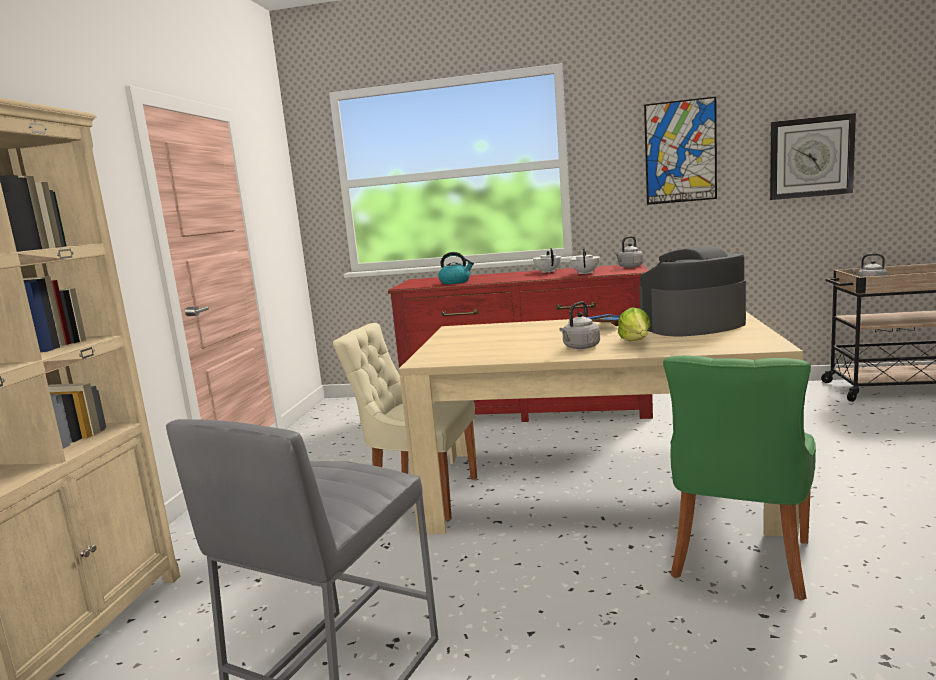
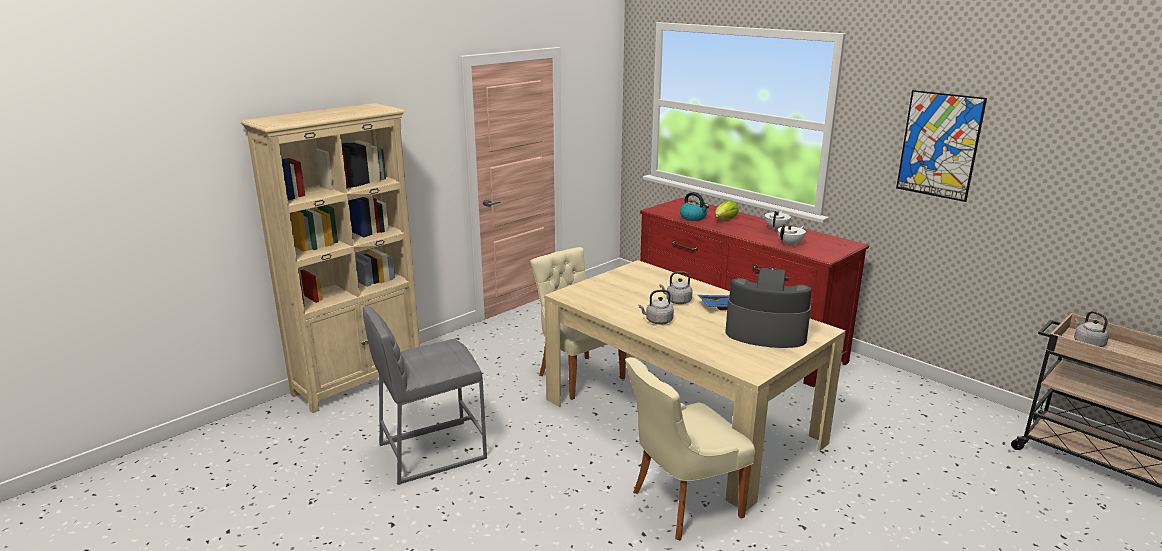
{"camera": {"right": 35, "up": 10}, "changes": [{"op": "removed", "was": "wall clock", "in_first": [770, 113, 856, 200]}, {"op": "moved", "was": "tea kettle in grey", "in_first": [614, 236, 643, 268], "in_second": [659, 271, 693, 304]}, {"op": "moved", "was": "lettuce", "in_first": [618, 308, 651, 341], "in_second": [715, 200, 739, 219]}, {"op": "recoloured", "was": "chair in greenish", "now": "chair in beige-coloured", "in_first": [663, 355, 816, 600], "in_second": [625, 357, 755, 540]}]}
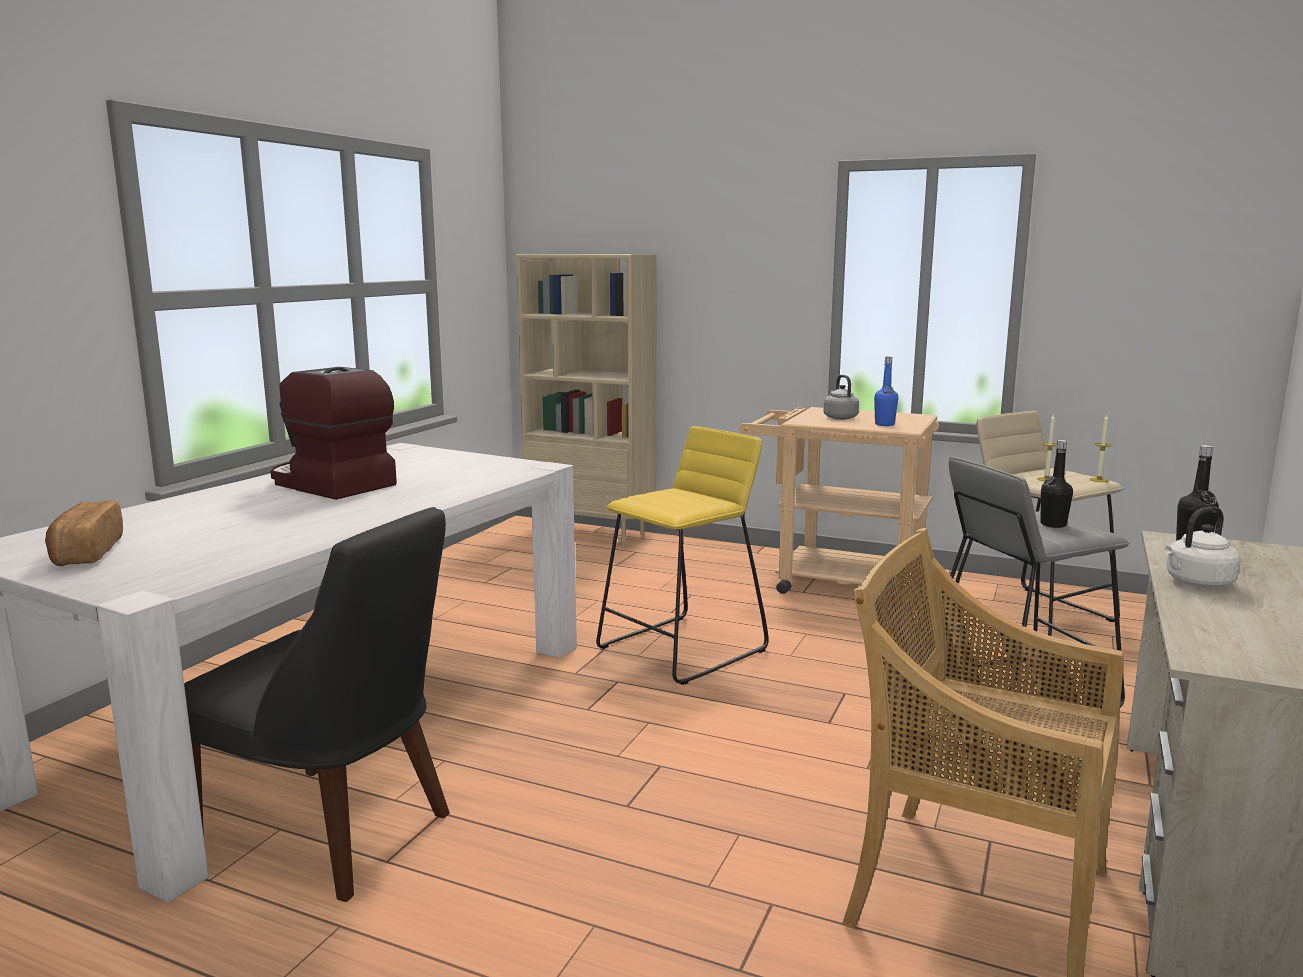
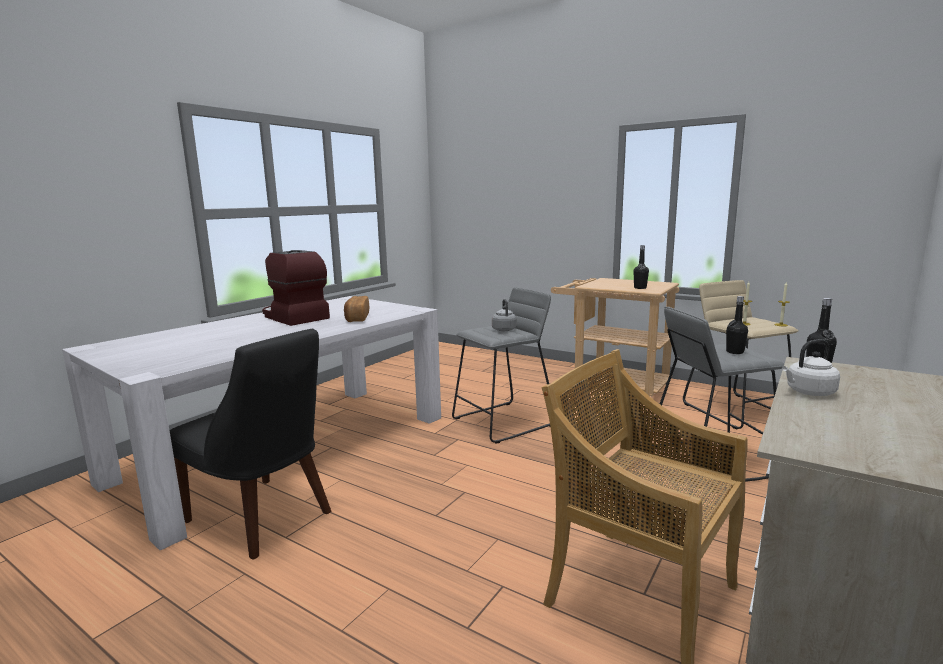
{"camera": {"right": 10, "up": 0}, "changes": [{"op": "removed", "was": "bookshelf in beige-coloured", "in_first": [516, 254, 656, 547]}, {"op": "recoloured", "was": "beverage bottle in bluish", "now": "beverage bottle in black", "in_first": [874, 357, 898, 426], "in_second": [634, 245, 649, 289]}, {"op": "moved", "was": "tea kettle in grey", "in_first": [824, 375, 859, 420], "in_second": [492, 299, 517, 331]}, {"op": "recoloured", "was": "sitting stool in yellowish", "now": "sitting stool in grey", "in_first": [596, 426, 769, 685], "in_second": [452, 287, 551, 444]}, {"op": "moved", "was": "bread", "in_first": [45, 500, 123, 566], "in_second": [344, 296, 369, 322]}]}
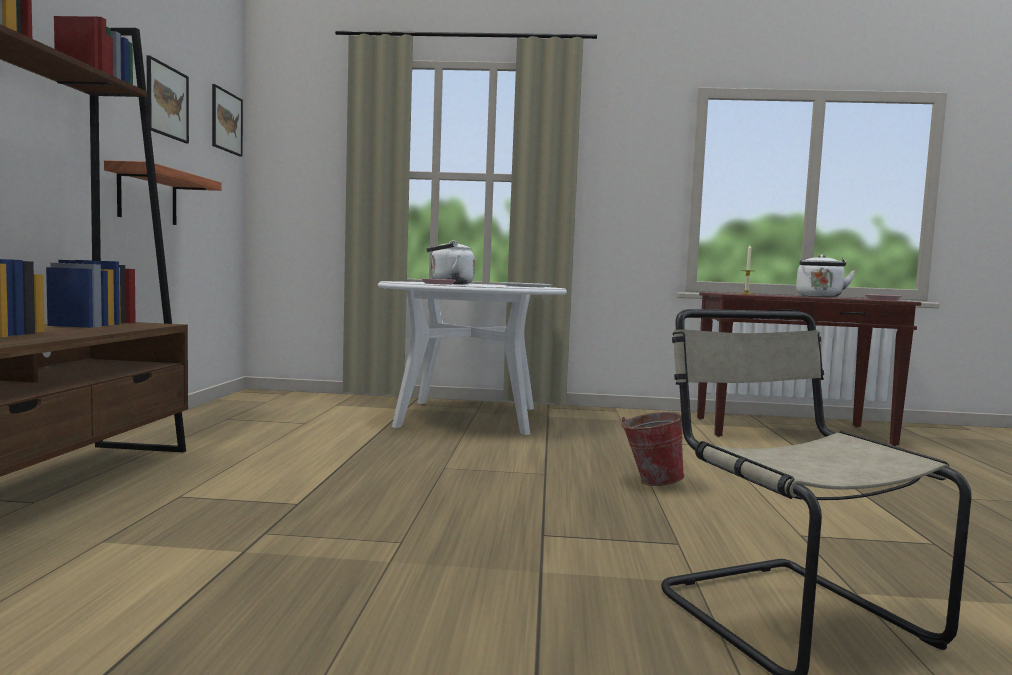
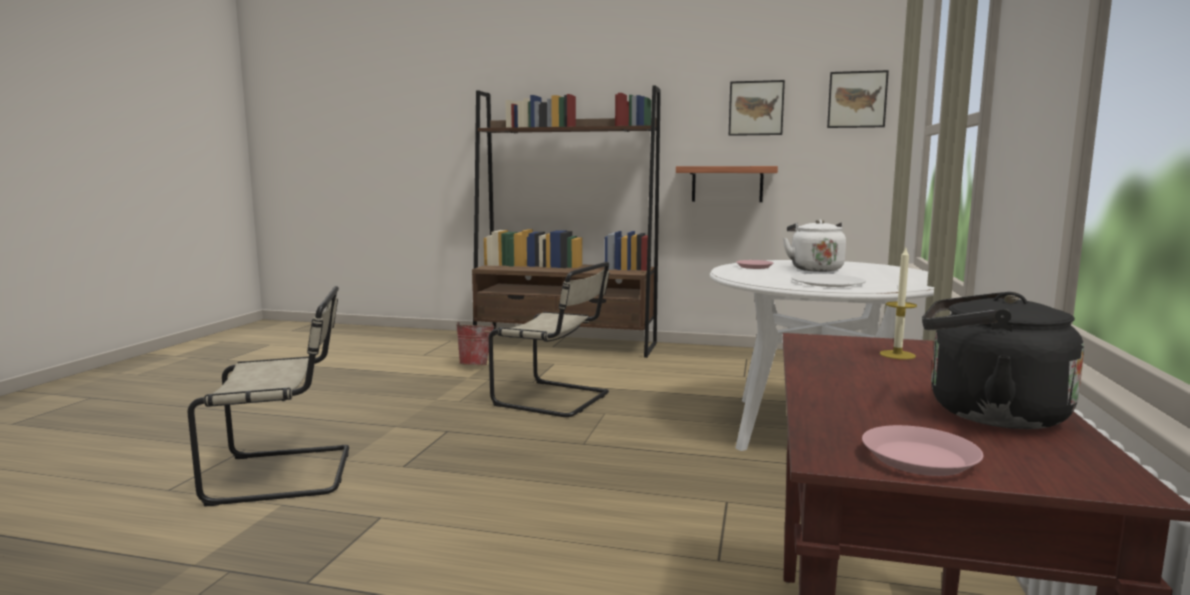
{"camera": {"right": 100, "up": 5}, "changes": [{"op": "recoloured", "was": "tea kettle in white", "now": "tea kettle in black", "in_first": [796, 254, 856, 297], "in_second": [922, 292, 1084, 429]}, {"op": "moved", "was": "water bucket", "in_first": [621, 412, 685, 486], "in_second": [456, 322, 497, 365]}, {"op": "added", "now": "chair in beige-coloured", "in_second": [489, 262, 610, 417]}]}
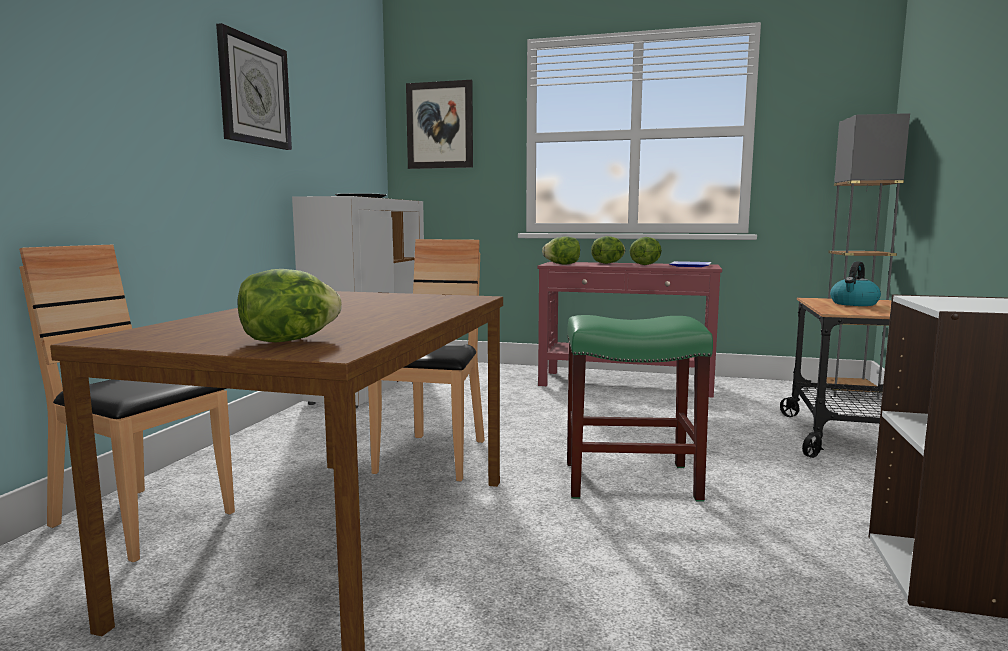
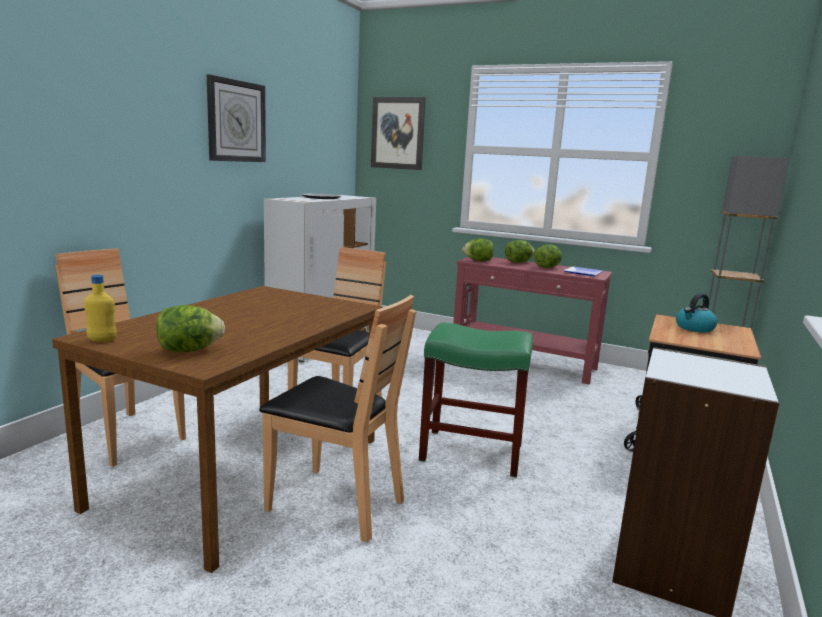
{"camera": {"right": 10, "up": 5}, "changes": [{"op": "added", "now": "beverage bottle in yellowish", "in_second": [84, 275, 117, 342]}, {"op": "added", "now": "chair in brown-coloured", "in_second": [259, 295, 417, 542]}]}
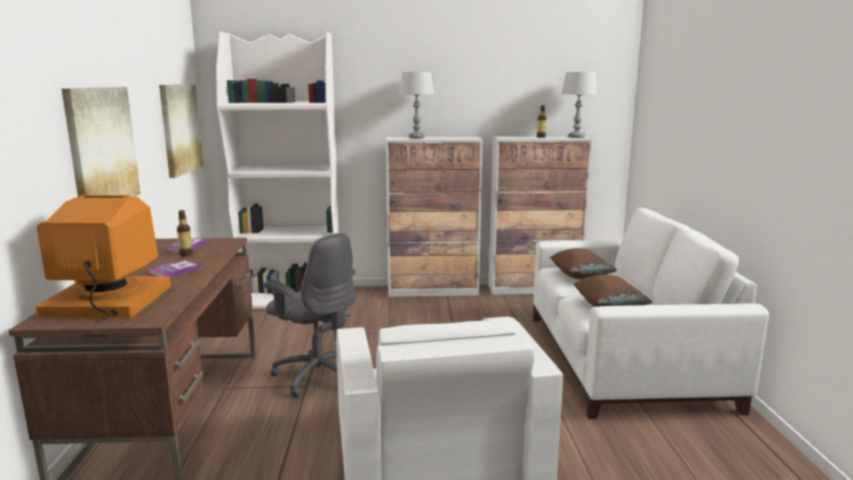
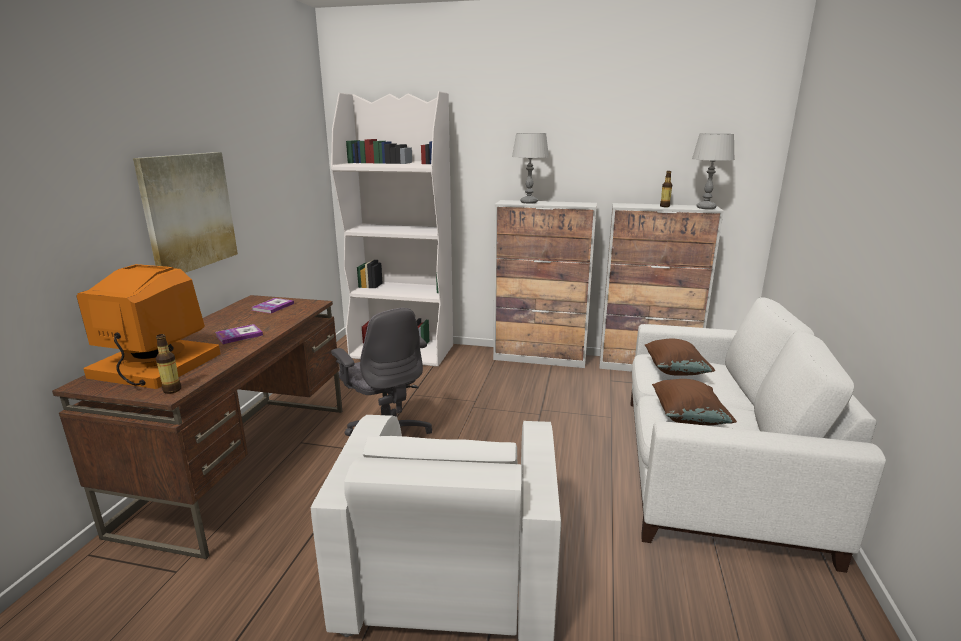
{"camera": {"right": 15, "up": 5}, "changes": [{"op": "removed", "was": "wall art", "in_first": [159, 84, 203, 178]}, {"op": "moved", "was": "beverage bottle", "in_first": [177, 210, 193, 256], "in_second": [156, 334, 181, 394]}]}
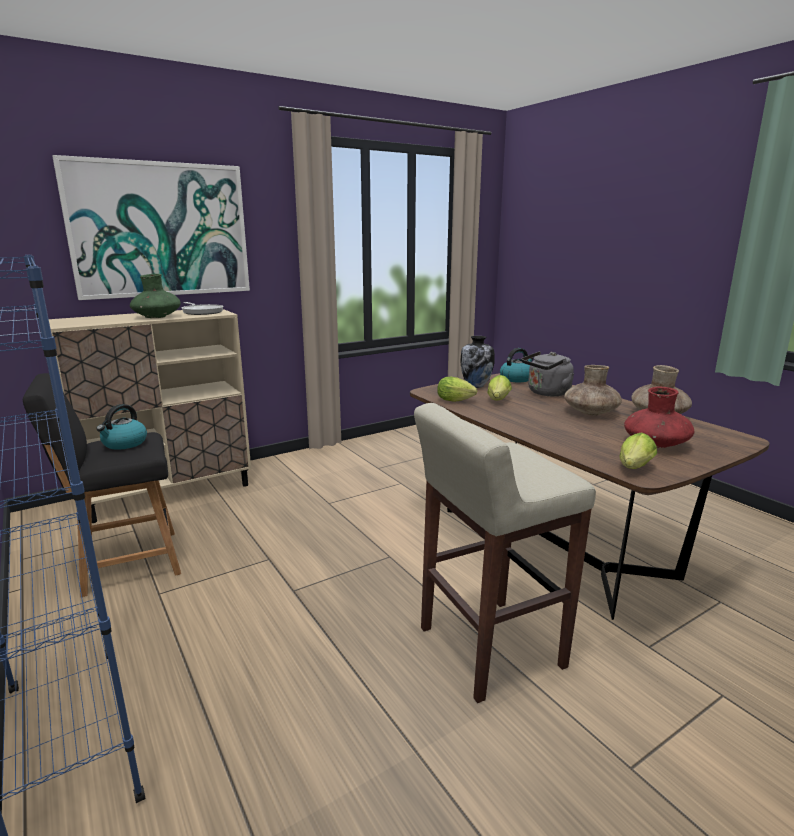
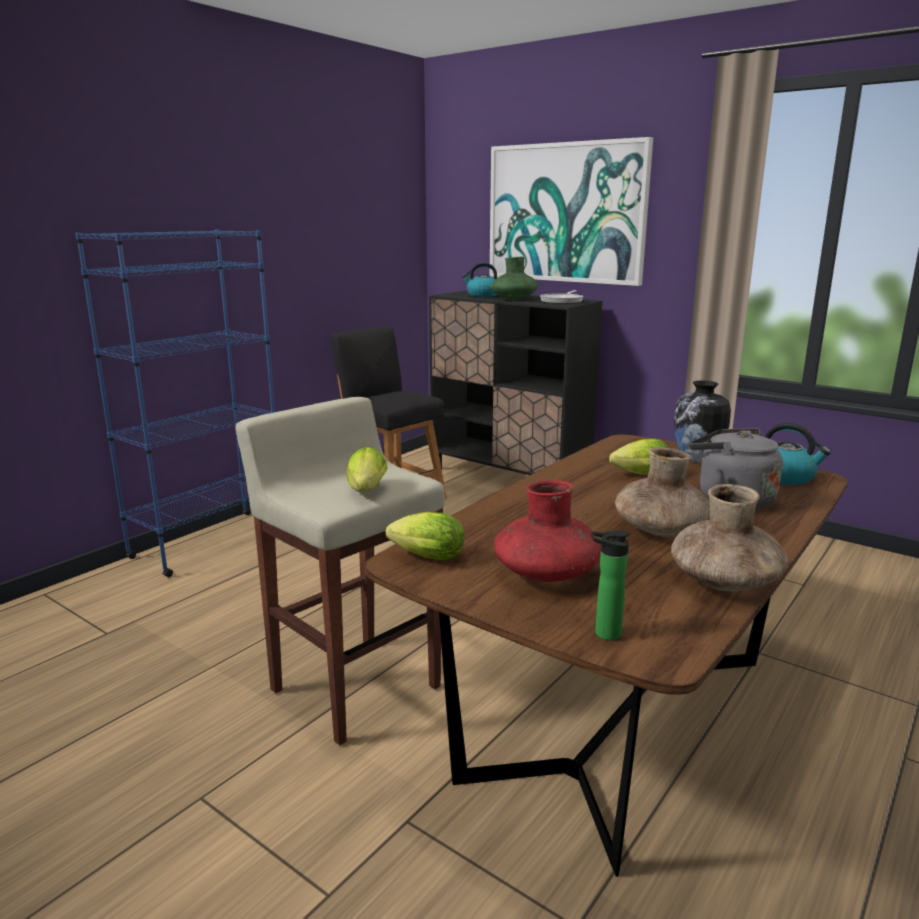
{"camera": {"right": 70, "up": 0}, "changes": [{"op": "recoloured", "was": "cabinet in beige-coloured", "now": "cabinet in black", "in_first": [49, 309, 251, 523], "in_second": [429, 290, 602, 475]}, {"op": "moved", "was": "lettuce", "in_first": [437, 377, 477, 402], "in_second": [347, 446, 388, 492]}, {"op": "moved", "was": "tea kettle", "in_first": [96, 404, 147, 450], "in_second": [462, 263, 497, 297]}, {"op": "added", "now": "beverage bottle", "in_second": [591, 530, 630, 641]}]}
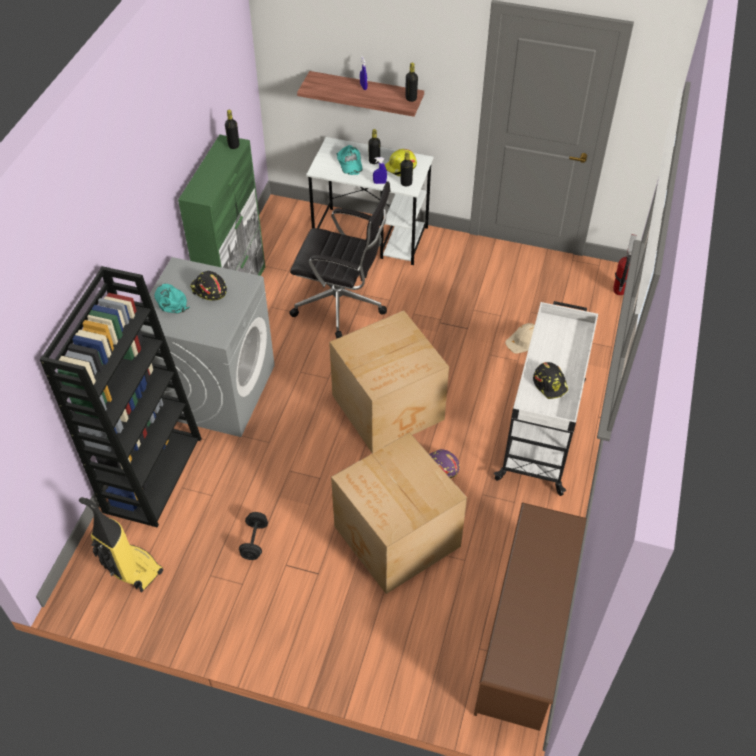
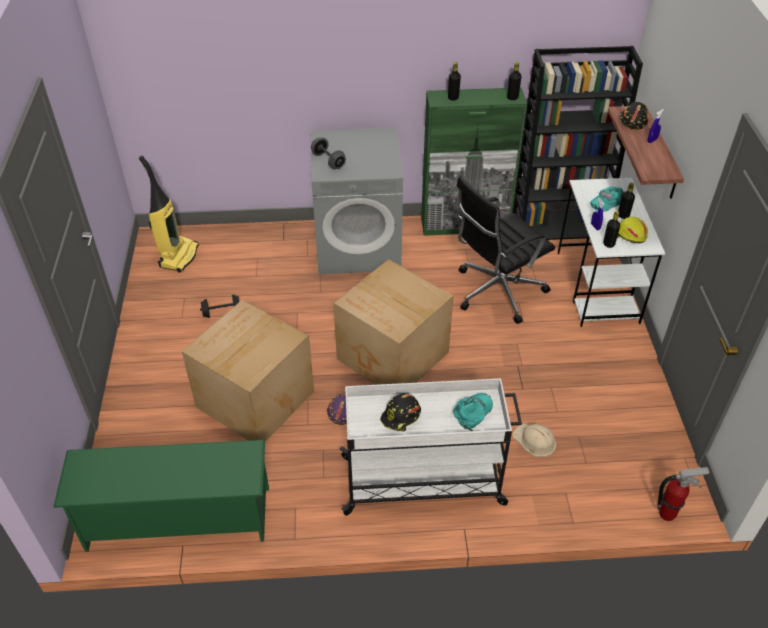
{"camera": {"right": 70, "up": -5}, "changes": [{"op": "moved", "was": "beverage bottle in black", "in_first": [406, 63, 418, 102], "in_second": [448, 62, 461, 101]}, {"op": "turned", "was": "desk chair in black", "in_first": [289, 181, 391, 338], "in_second": [456, 176, 555, 324], "clockwise": 60}, {"op": "moved", "was": "bookshelf in black", "in_first": [40, 266, 202, 527], "in_second": [512, 46, 643, 240]}, {"op": "moved", "was": "hard hat in black", "in_first": [190, 271, 227, 301], "in_second": [620, 102, 648, 130]}, {"op": "moved", "was": "cap in turquoise-coloured", "in_first": [154, 284, 190, 314], "in_second": [453, 393, 493, 431]}, {"op": "recoloured", "was": "shoe shelf in brown-coloured", "now": "shoe shelf in greenish", "in_first": [474, 503, 587, 731], "in_second": [53, 440, 269, 552]}, {"op": "added", "now": "hand weight in grey", "in_second": [311, 138, 346, 169]}]}
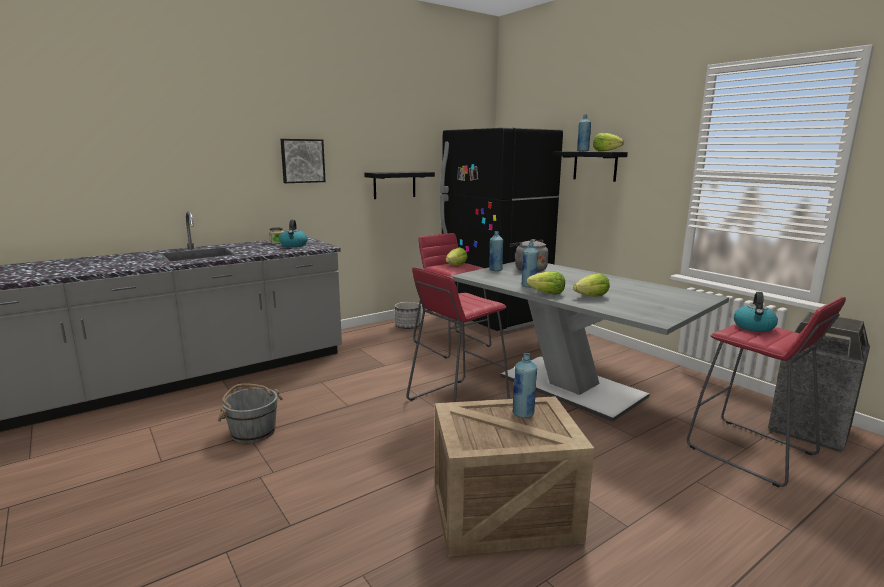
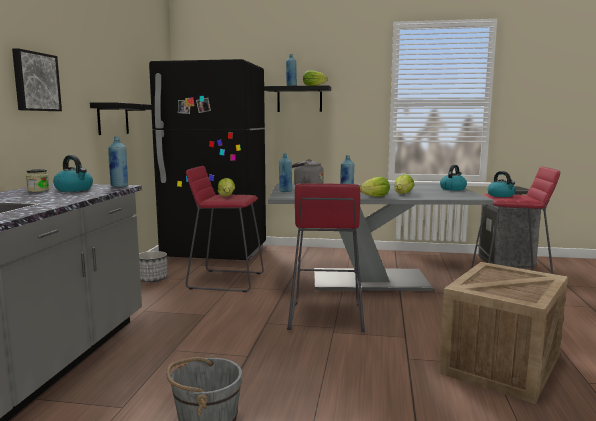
{"camera": {"right": -45, "up": -5}, "changes": [{"op": "moved", "was": "beverage bottle in bluish", "in_first": [512, 353, 537, 418], "in_second": [108, 137, 128, 187]}, {"op": "added", "now": "tea kettle", "in_second": [440, 165, 467, 191]}]}
